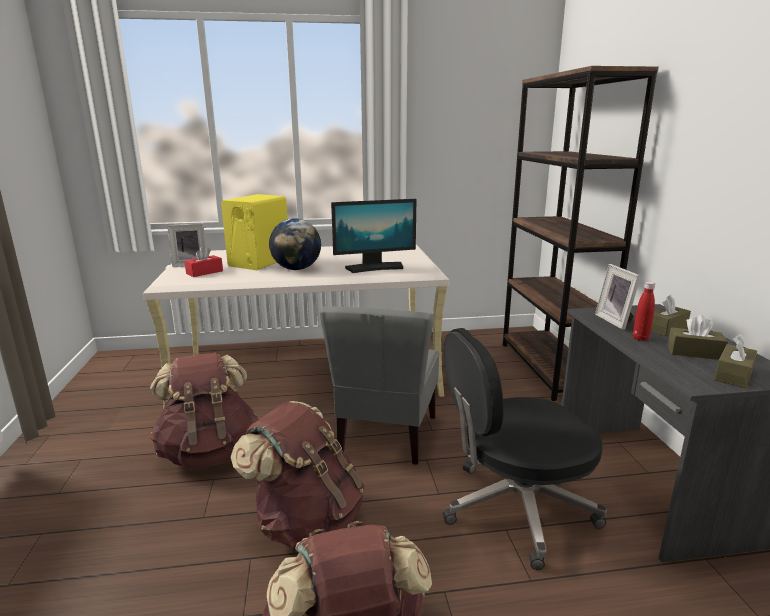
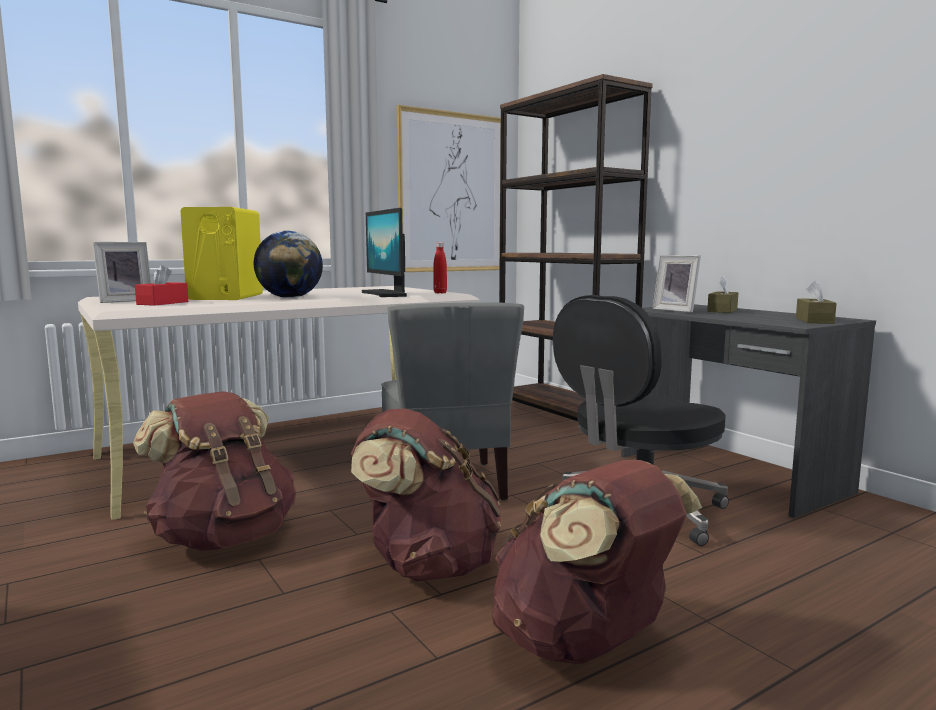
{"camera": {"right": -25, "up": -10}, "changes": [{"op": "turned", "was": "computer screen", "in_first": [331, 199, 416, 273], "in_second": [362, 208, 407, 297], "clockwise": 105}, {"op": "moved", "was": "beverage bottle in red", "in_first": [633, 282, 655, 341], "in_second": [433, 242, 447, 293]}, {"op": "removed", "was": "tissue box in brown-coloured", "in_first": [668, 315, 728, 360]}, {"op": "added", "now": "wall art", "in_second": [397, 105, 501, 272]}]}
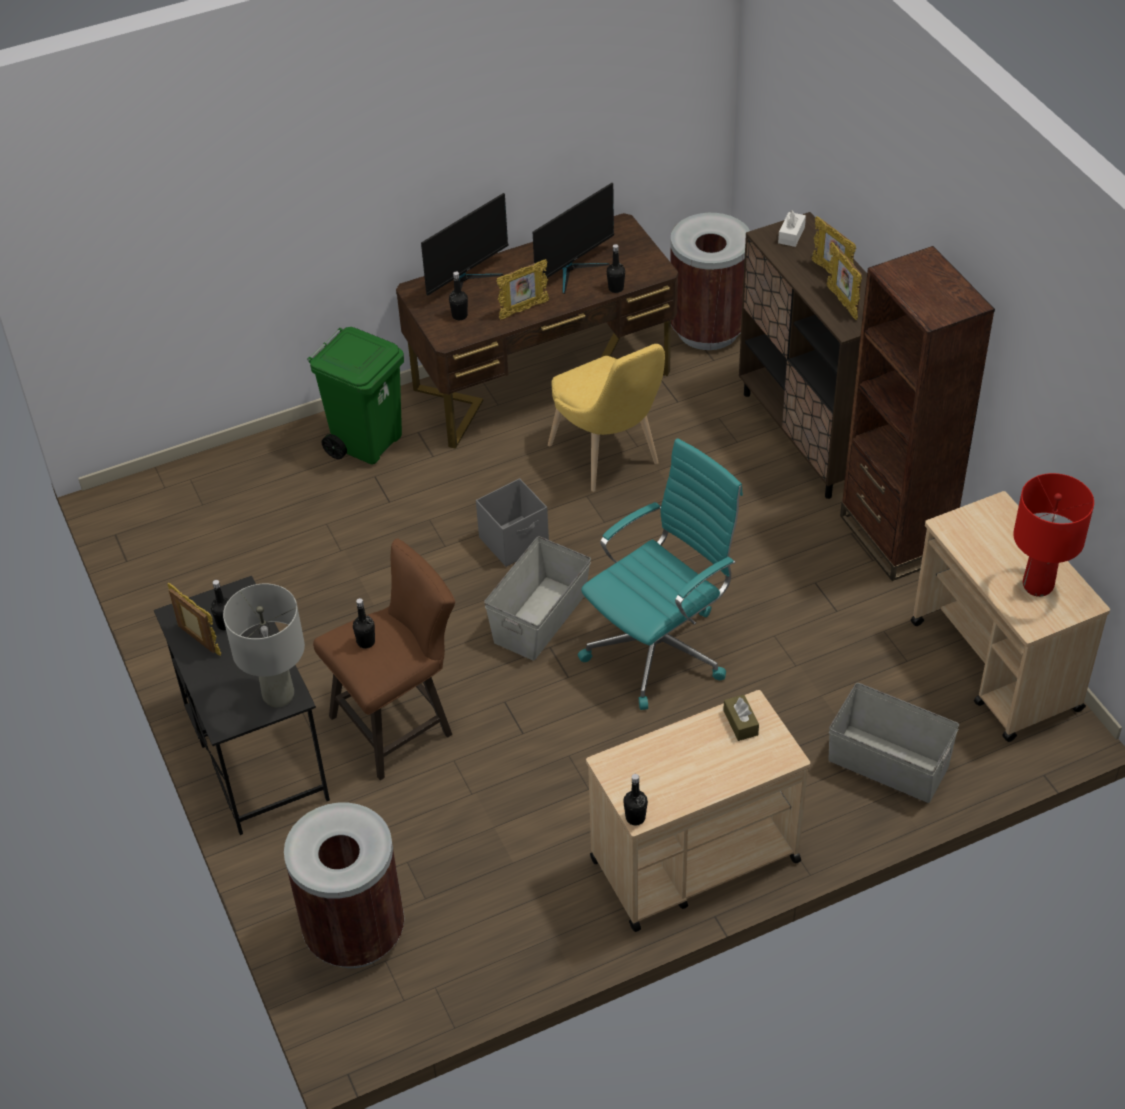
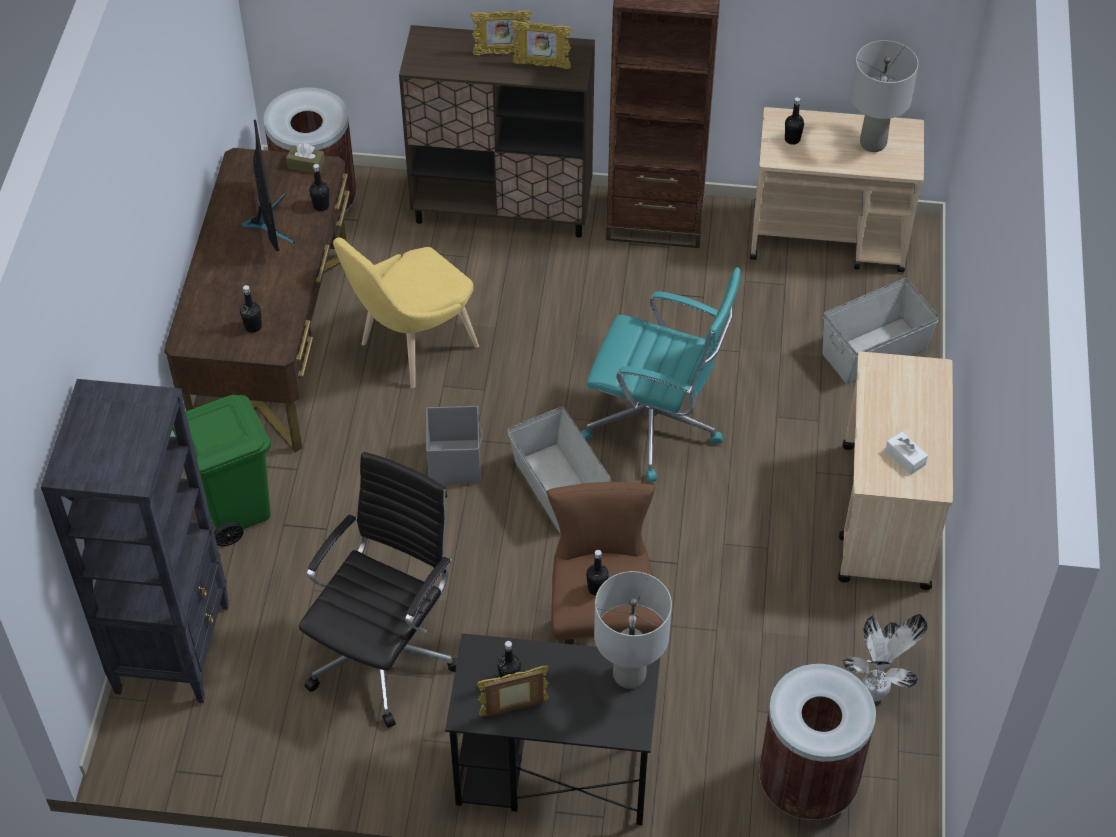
{"camera": {"right": -60, "up": 5}, "changes": [{"op": "removed", "was": "computer screen", "in_first": [421, 193, 509, 296]}, {"op": "moved", "was": "tissue box in white", "in_first": [778, 210, 806, 247], "in_second": [885, 432, 928, 475]}, {"op": "removed", "was": "standing frame", "in_first": [496, 259, 549, 320]}, {"op": "turned", "was": "chair in yellowish", "in_first": [548, 344, 665, 492], "in_second": [333, 237, 479, 388], "clockwise": 135}, {"op": "turned", "was": "desk chair in turquoise-coloured", "in_first": [578, 438, 743, 710], "in_second": [581, 267, 741, 483], "clockwise": 120}, {"op": "recoloured", "was": "tabletop lamp in red", "now": "tabletop lamp in grey", "in_first": [1013, 473, 1094, 597], "in_second": [850, 40, 918, 152]}, {"op": "moved", "was": "tissue box in brown-coloured", "in_first": [723, 695, 759, 741], "in_second": [286, 143, 325, 173]}, {"op": "moved", "was": "beverage bottle in black", "in_first": [623, 774, 648, 825], "in_second": [785, 97, 804, 145]}, {"op": "added", "now": "bookshelf in black", "in_second": [41, 379, 229, 703]}, {"op": "added", "now": "desk chair in black", "in_second": [299, 452, 458, 728]}, {"op": "added", "now": "plant in a pot", "in_second": [842, 614, 928, 702]}]}
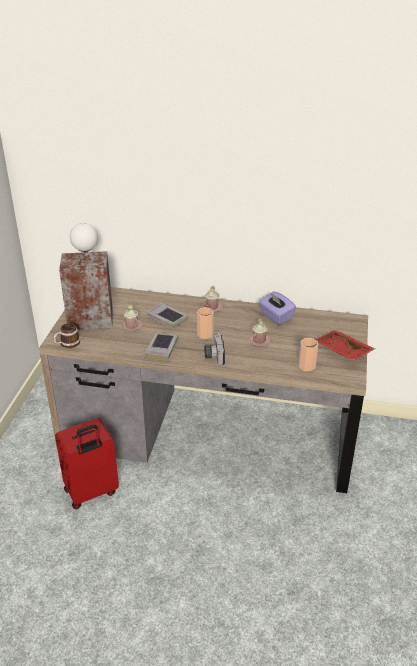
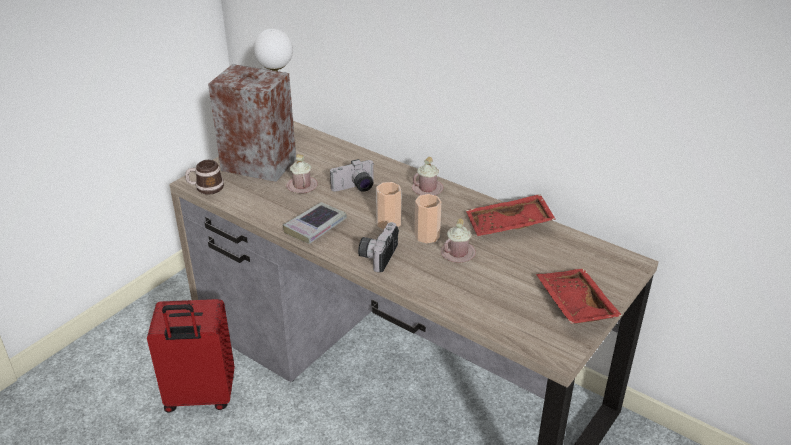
{"camera": {"right": 25, "up": 0}, "changes": [{"op": "replaced", "was": "tissue box in purplish", "now": "serving tray in red", "in_first": [259, 291, 296, 325], "in_second": [466, 194, 556, 236]}, {"op": "replaced", "was": "book", "now": "photo camera", "in_first": [147, 302, 188, 328], "in_second": [330, 159, 374, 192]}, {"op": "moved", "was": "small cup", "in_first": [298, 338, 318, 371], "in_second": [414, 194, 441, 244]}]}
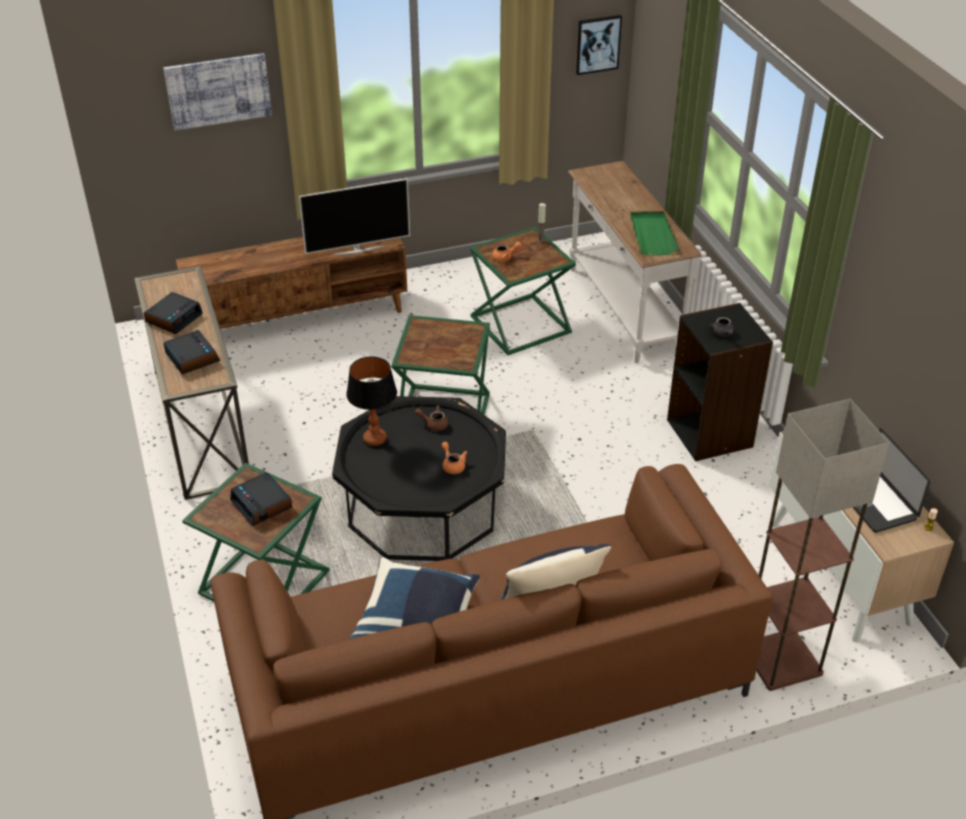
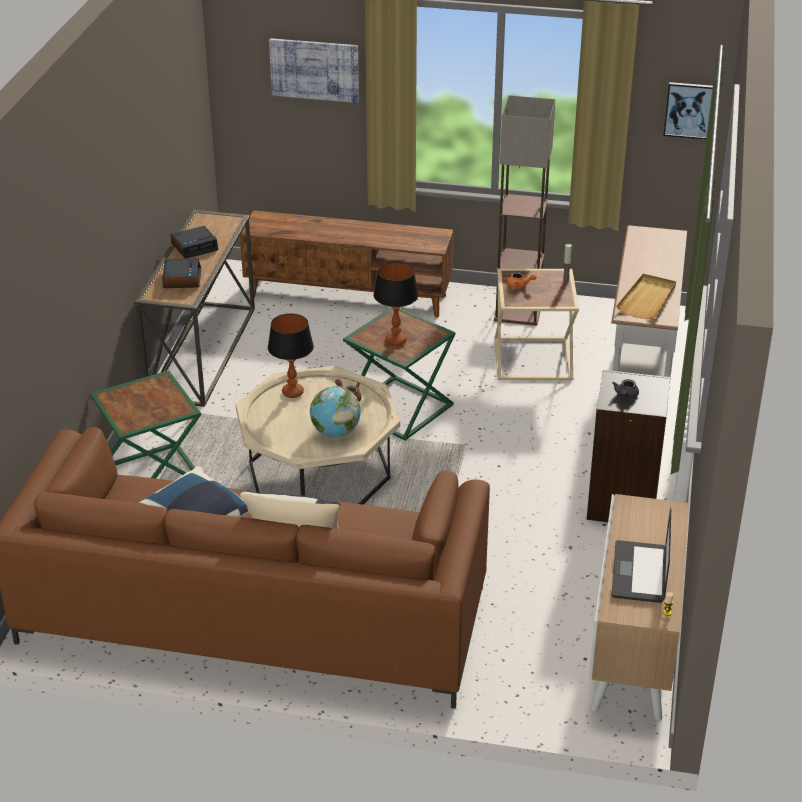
{"camera": {"right": 30, "up": -5}, "changes": [{"op": "removed", "was": "television", "in_first": [299, 178, 410, 255]}, {"op": "recoloured", "was": "serving tray in greenish", "now": "serving tray in beige-coloured", "in_first": [630, 211, 680, 256], "in_second": [616, 274, 676, 319]}, {"op": "recoloured", "was": "end table in greenish", "now": "end table in beige-coloured", "in_first": [470, 227, 576, 355], "in_second": [494, 269, 579, 380]}, {"op": "recoloured", "was": "lounge table in black", "now": "lounge table in beige-coloured", "in_first": [332, 396, 506, 561], "in_second": [236, 366, 400, 504]}, {"op": "moved", "was": "floor lamp", "in_first": [756, 399, 889, 691], "in_second": [494, 95, 555, 326]}, {"op": "replaced", "was": "tea pot in orange-coloured", "now": "globe", "in_first": [442, 442, 467, 474], "in_second": [310, 386, 361, 437]}, {"op": "removed", "was": "alarm clock", "in_first": [230, 472, 292, 526]}, {"op": "added", "now": "tabletop lamp", "in_second": [374, 262, 419, 346]}]}
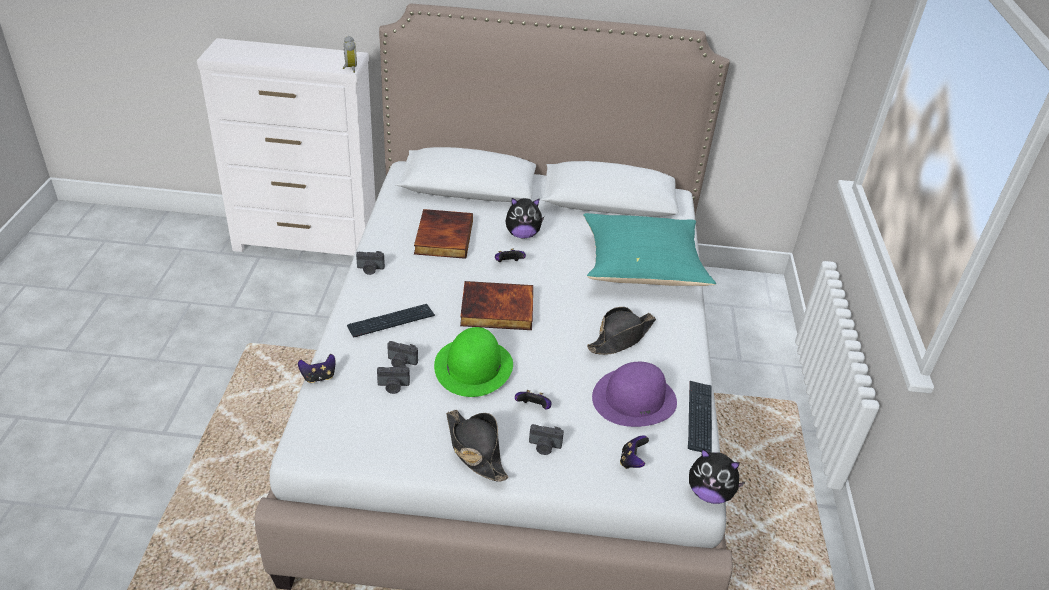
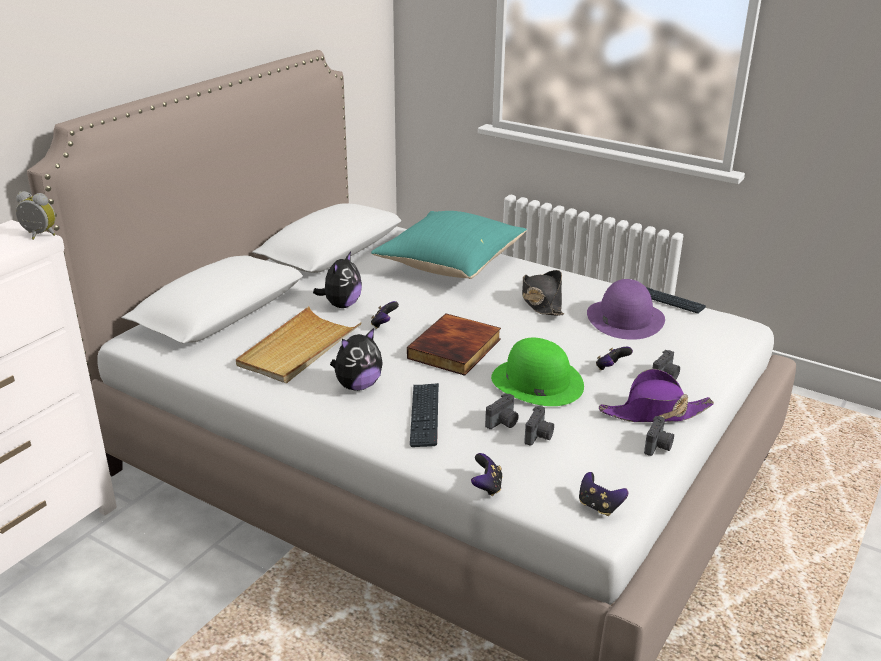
{"camera": {"right": -60, "up": -10}, "changes": [{"op": "replaced", "was": "book", "now": "serving tray in beige-coloured", "in_first": [414, 209, 473, 259], "in_second": [236, 306, 362, 383]}, {"op": "moved", "was": "photo camera", "in_first": [356, 251, 385, 275], "in_second": [644, 416, 674, 456]}, {"op": "recoloured", "was": "hat in black", "now": "hat in purplish", "in_first": [446, 410, 509, 482], "in_second": [599, 369, 714, 422]}, {"op": "moved", "was": "game controller", "in_first": [620, 435, 649, 469], "in_second": [579, 472, 628, 516]}, {"op": "moved", "was": "soft toy", "in_first": [689, 449, 745, 504], "in_second": [330, 328, 383, 391]}]}
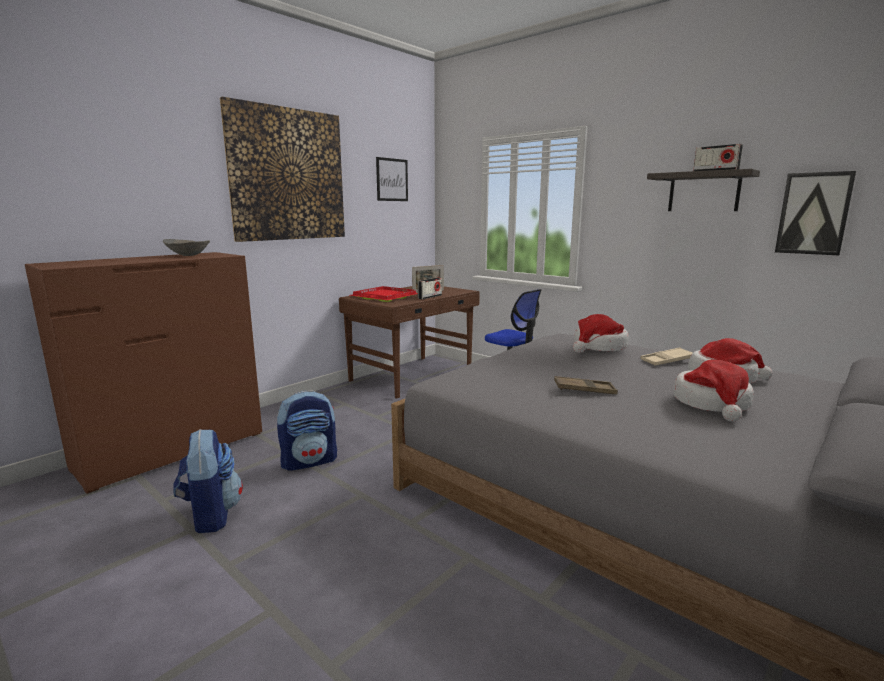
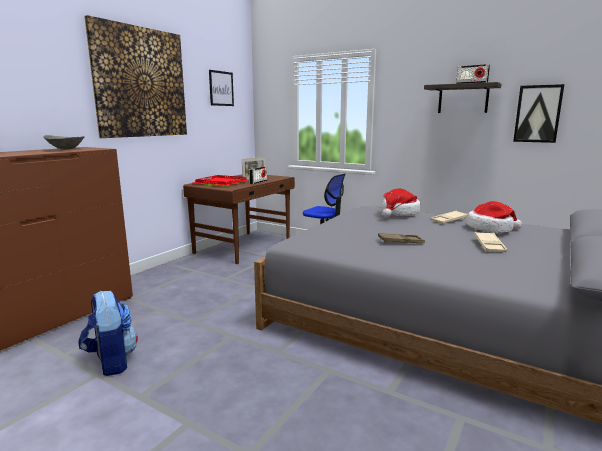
{"camera": {"right": -10, "up": 0}, "changes": [{"op": "replaced", "was": "hat", "now": "serving tray in beige-coloured", "in_first": [674, 360, 754, 422], "in_second": [475, 232, 507, 252]}, {"op": "removed", "was": "backpack", "in_first": [277, 390, 337, 471]}]}
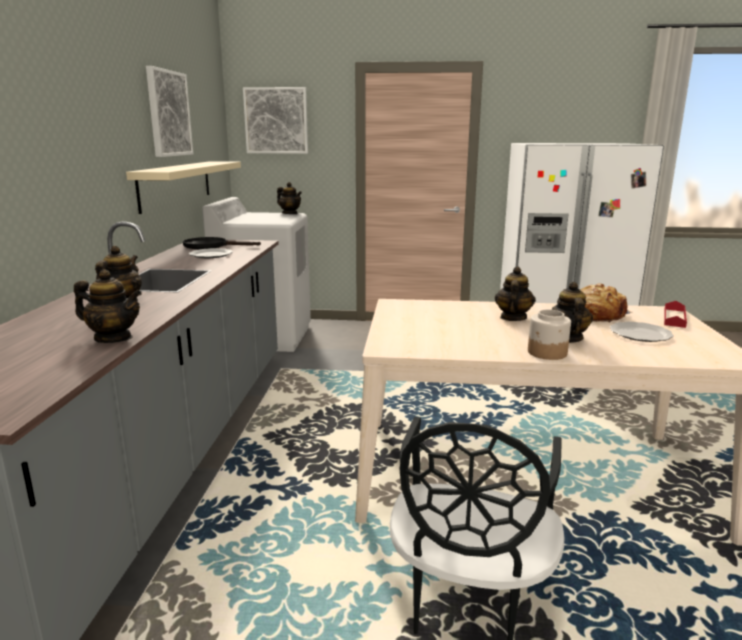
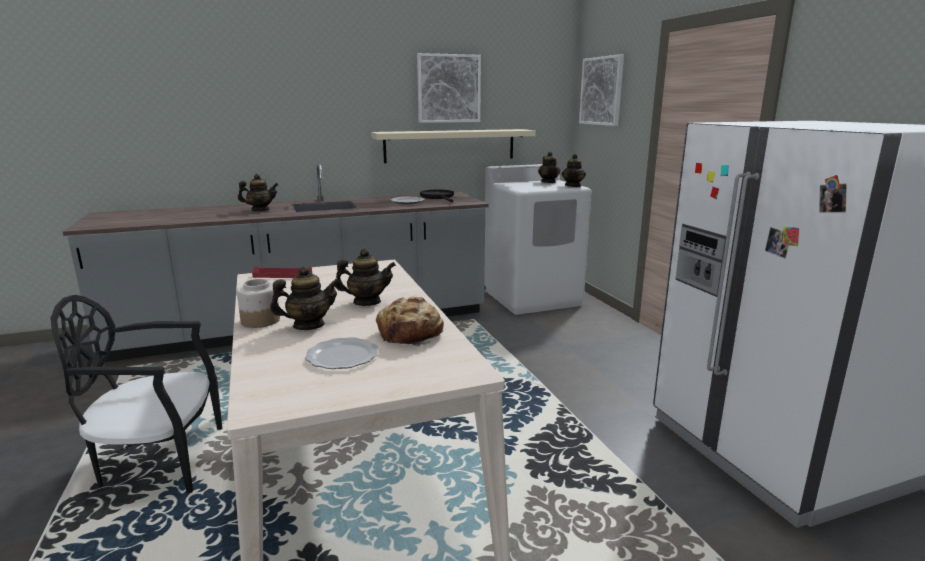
{"camera": {"right": 65, "up": 0}, "changes": [{"op": "moved", "was": "tea pot", "in_first": [74, 269, 142, 343], "in_second": [538, 151, 560, 183]}, {"op": "moved", "was": "serving tray in red", "in_first": [664, 301, 687, 328], "in_second": [252, 266, 312, 278]}]}
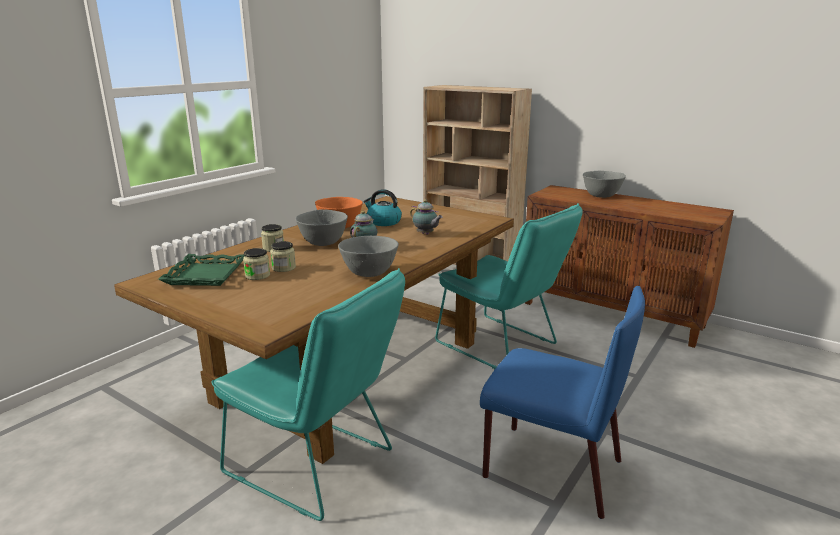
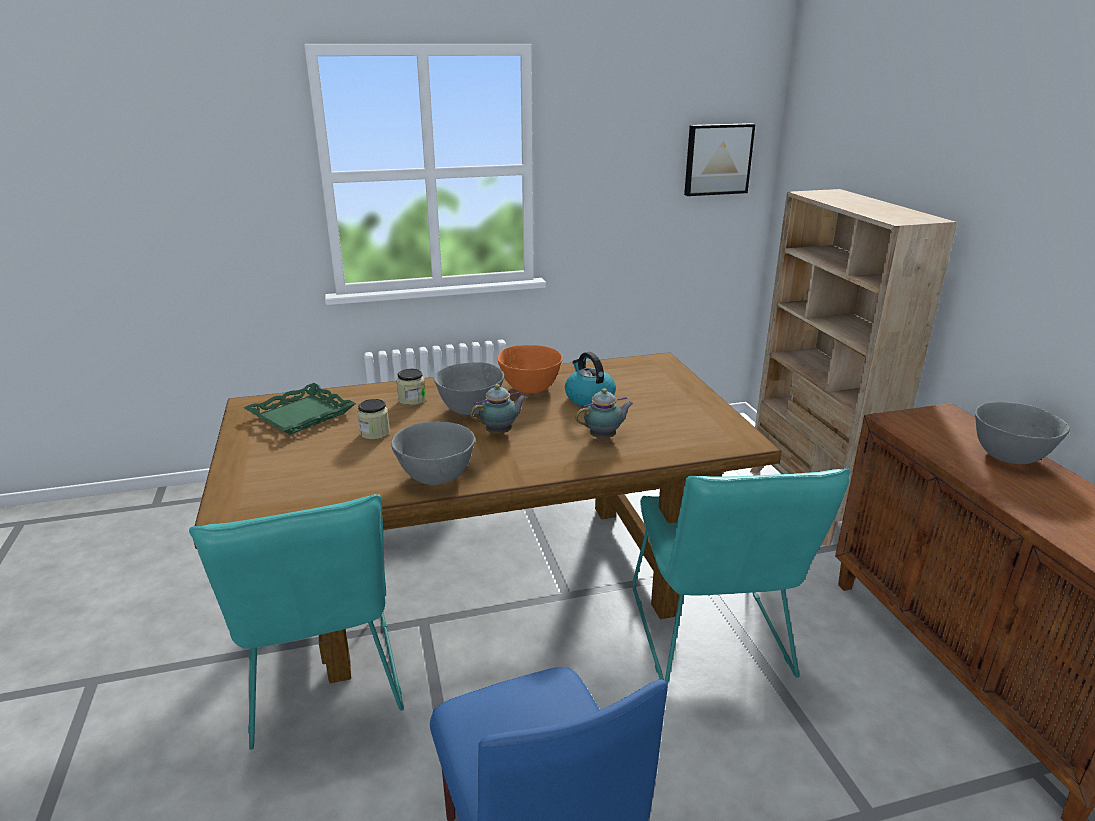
{"camera": {"right": 40, "up": 5}, "changes": [{"op": "turned", "was": "tea pot", "in_first": [410, 199, 443, 235], "in_second": [575, 388, 634, 439], "clockwise": -105}, {"op": "removed", "was": "jar", "in_first": [243, 248, 270, 280]}, {"op": "added", "now": "wall art", "in_second": [684, 123, 755, 196]}]}
